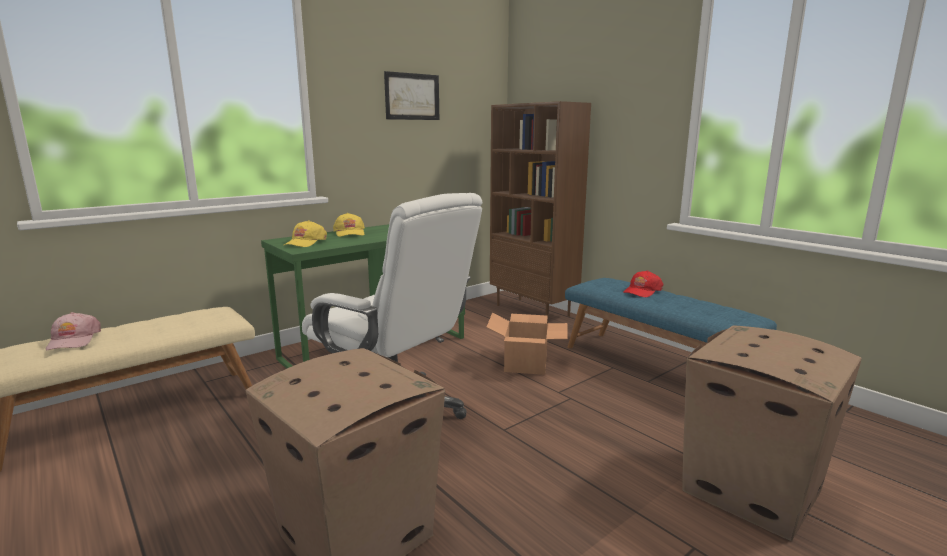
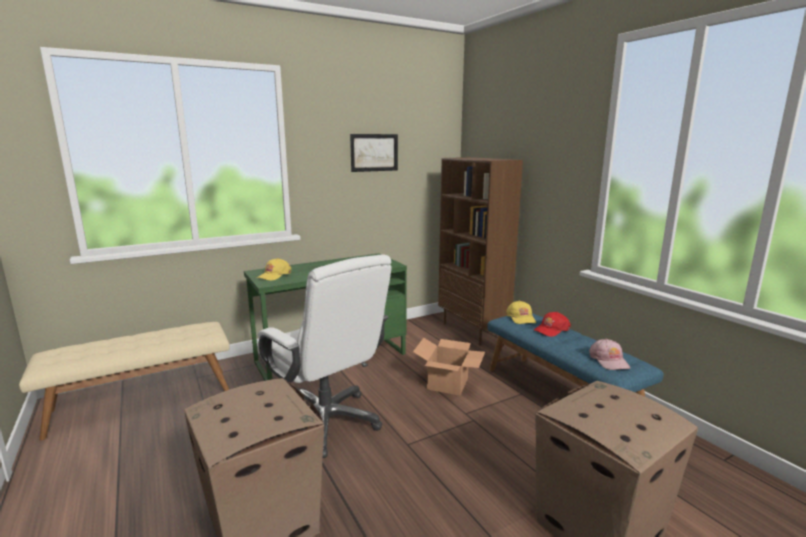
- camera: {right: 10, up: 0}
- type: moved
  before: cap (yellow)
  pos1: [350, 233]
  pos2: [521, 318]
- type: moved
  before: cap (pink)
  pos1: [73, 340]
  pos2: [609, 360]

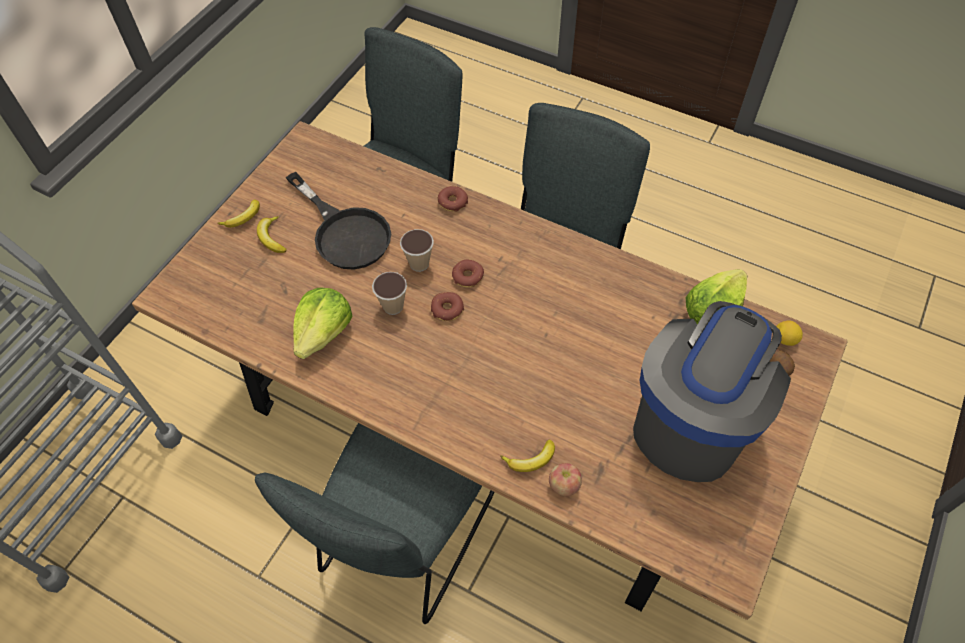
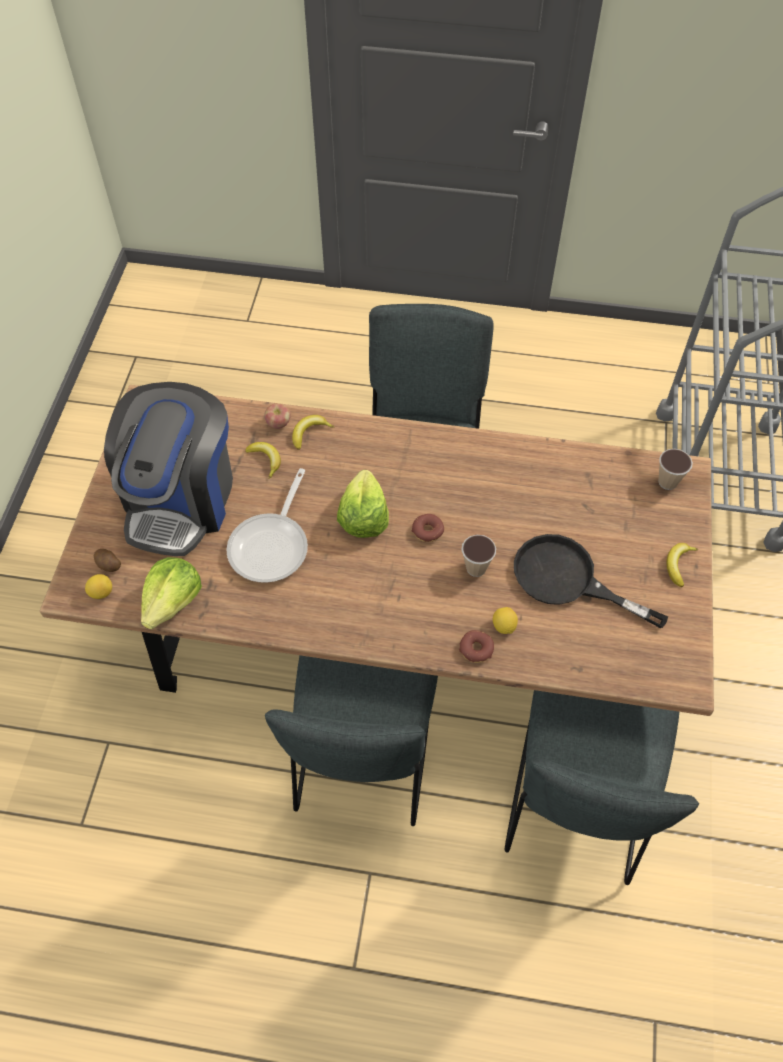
- camera: {right: 160, up: 0}
- type: added
  after: frying pan
  pos2: [272, 545]
- type: moved
  before: banana
  pos1: [272, 238]
  pos2: [266, 460]
- type: moved
  before: lettuce
  pos1: [324, 333]
  pos2: [363, 517]
- type: added
  after: lemon
  pos2: [504, 626]
- type: moved
  before: cup
  pos1: [393, 306]
  pos2: [667, 482]
- type: removed
  before: donut
  pos1: [467, 277]

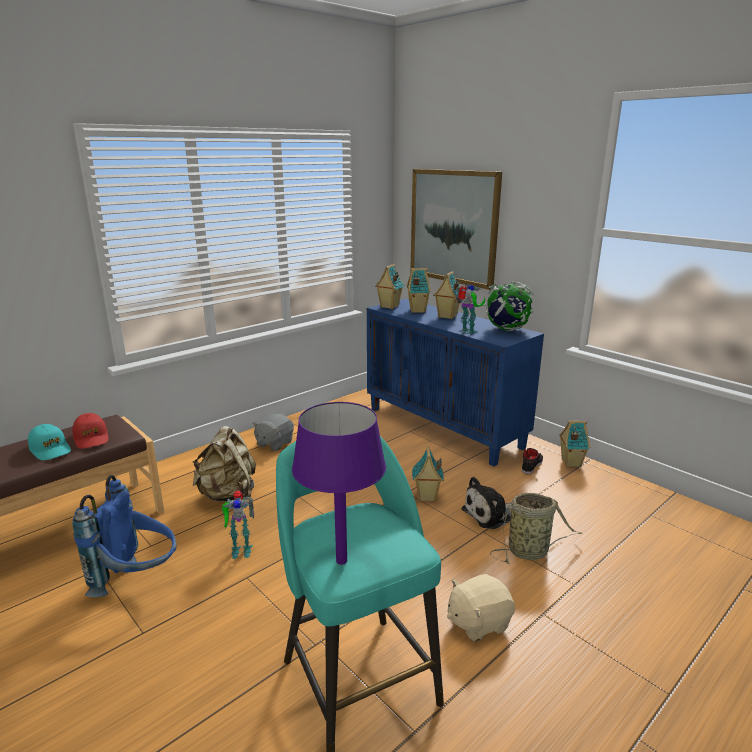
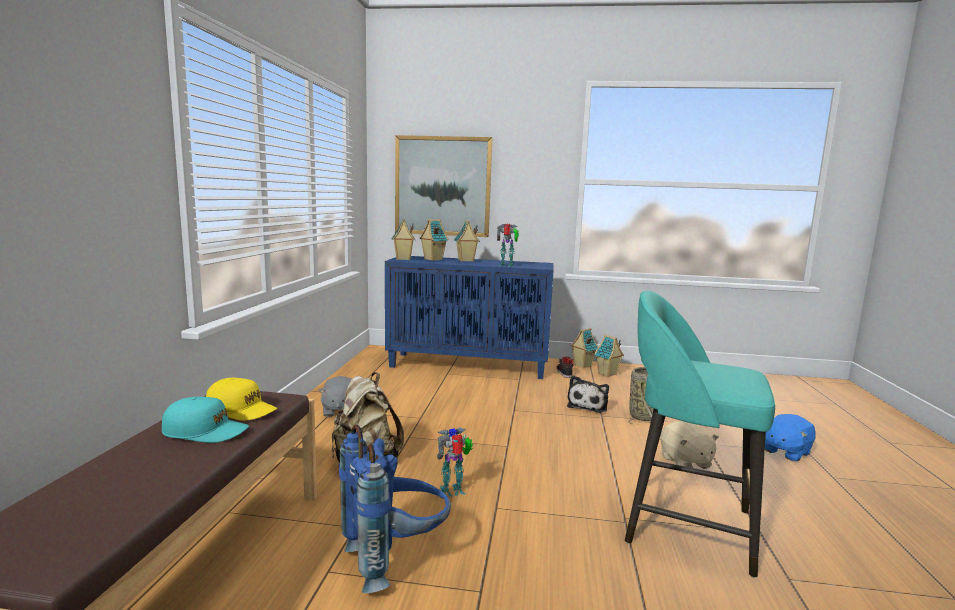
- camera: {right: -40, up: -10}
- type: recoloured
  before: cap (red)
  after: cap (yellow)
  pos1: [91, 438]
  pos2: [241, 410]
- type: turned
  before: toy robot
  pos1: [240, 549]
  pos2: [453, 492]
  turn: -150
- type: moved
  before: toy house
  pos1: [426, 497]
  pos2: [607, 374]
- type: turned
  before: plush toy (beige)
  pos1: [478, 622]
  pos2: [685, 462]
  turn: -45
- type: added
  after: plush toy (blue)
  pos2: [785, 451]
- type: removed
  before: table lamp (purple)
  pos1: [342, 561]
- type: removed
  before: globe
  pos1: [507, 329]

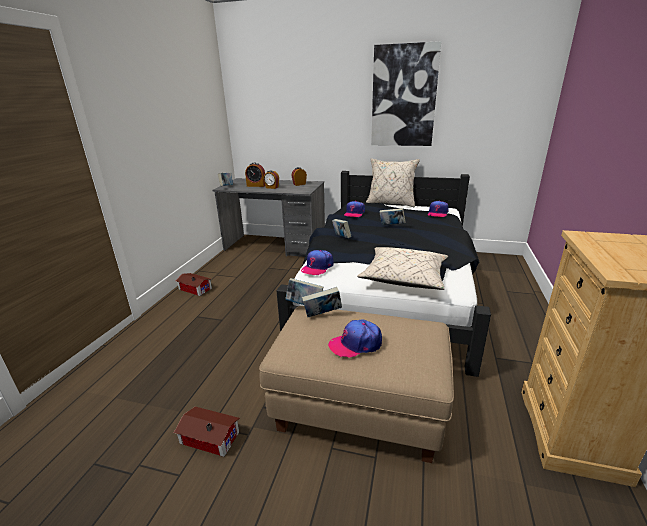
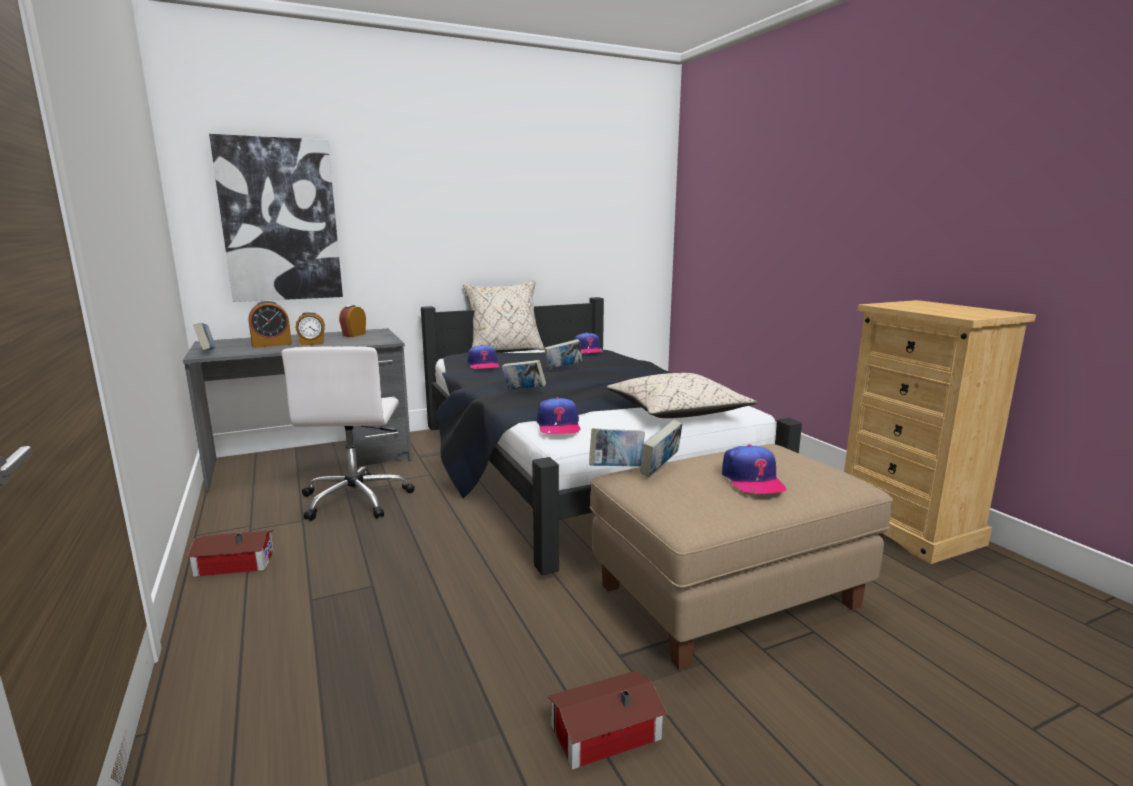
- camera: {right: -40, up: -10}
- type: moved
  before: picture
  pos1: [404, 97]
  pos2: [280, 220]
- type: added
  after: office chair (white)
  pos2: [356, 499]
- type: turned
  before: cap
  pos1: [356, 344]
  pos2: [752, 480]
  turn: -45

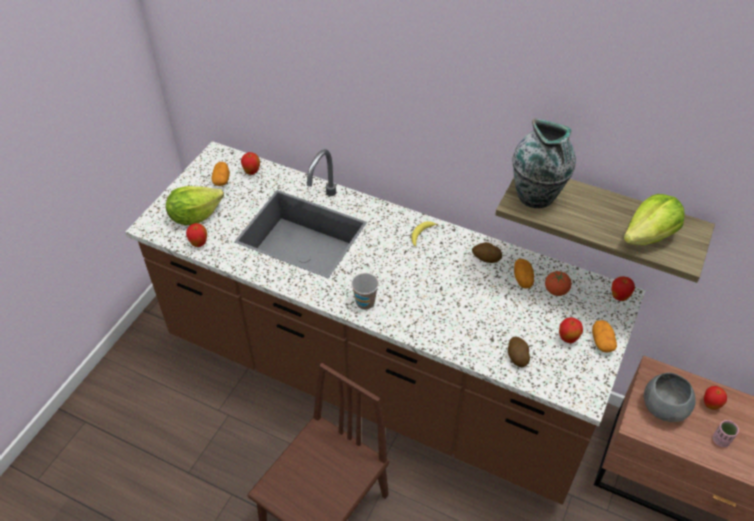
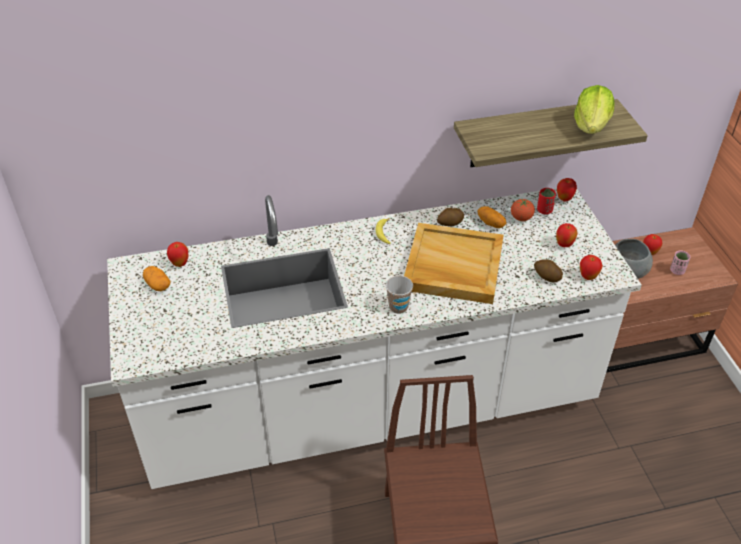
- camera: {right: -40, up: -5}
- type: recoloured
  before: counter (brown)
  after: counter (white)
  pos1: [377, 377]
  pos2: [370, 406]
- type: added
  after: tray (beige)
  pos2: [452, 266]
- type: added
  after: cup (red)
  pos2: [544, 210]
- type: moved
  before: apple
  pos1: [199, 244]
  pos2: [588, 277]
- type: removed
  before: lettuce
  pos1: [195, 216]
- type: removed
  before: vase
  pos1: [536, 196]
- type: removed
  before: potato
  pos1: [602, 342]

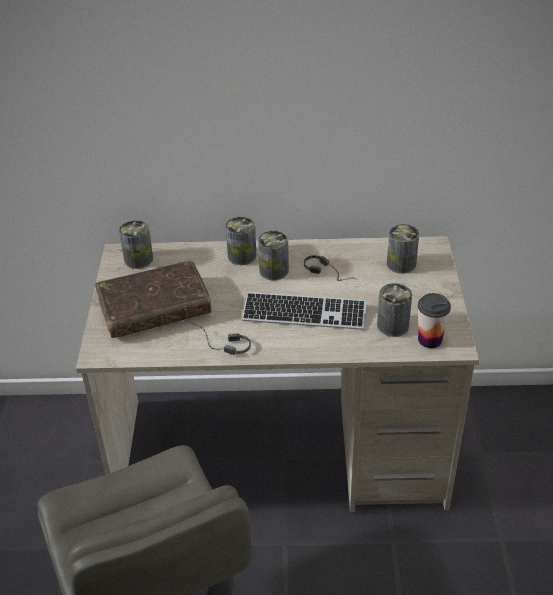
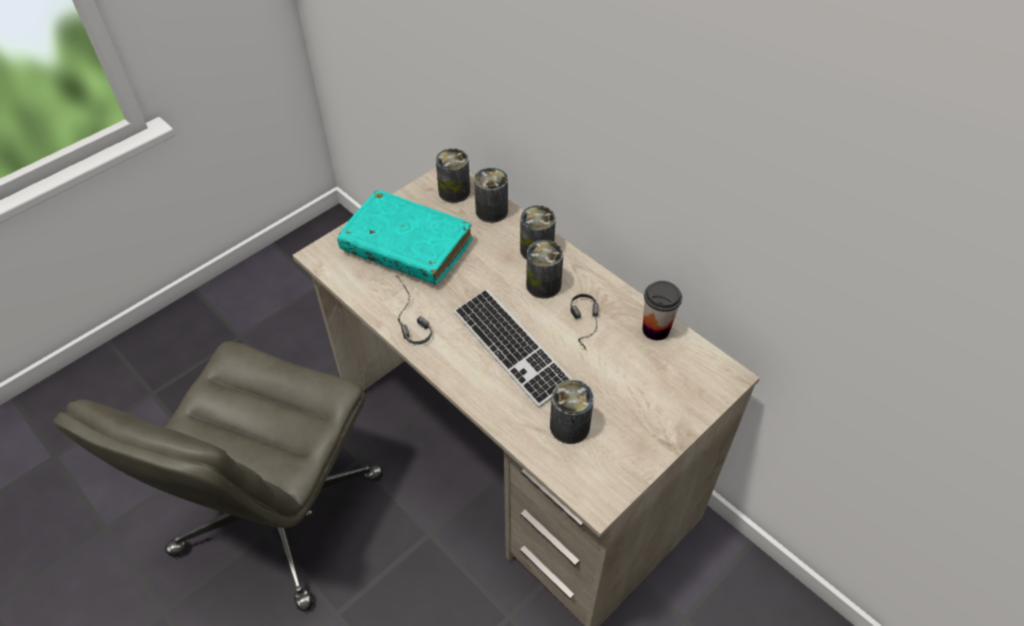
- camera: {right: 45, up: 10}
- type: recoloured
  before: book (brown)
  after: book (turquoise)
  pos1: [154, 308]
  pos2: [407, 247]
- type: moved
  before: can
  pos1: [401, 264]
  pos2: [491, 211]
- type: moved
  before: cup
  pos1: [430, 340]
  pos2: [655, 329]

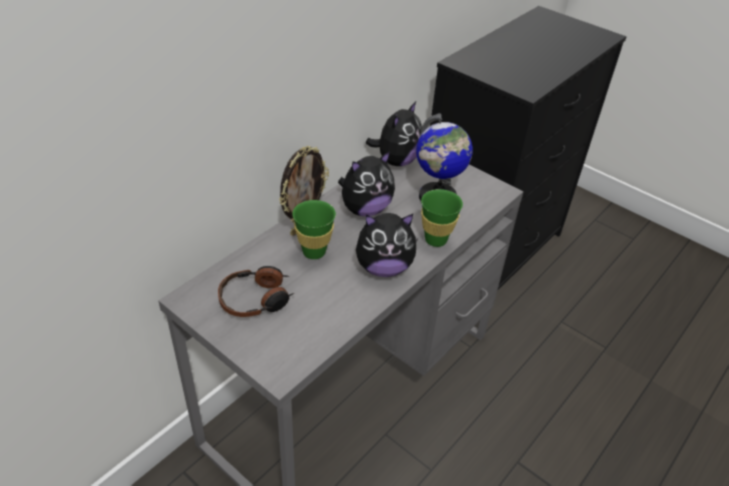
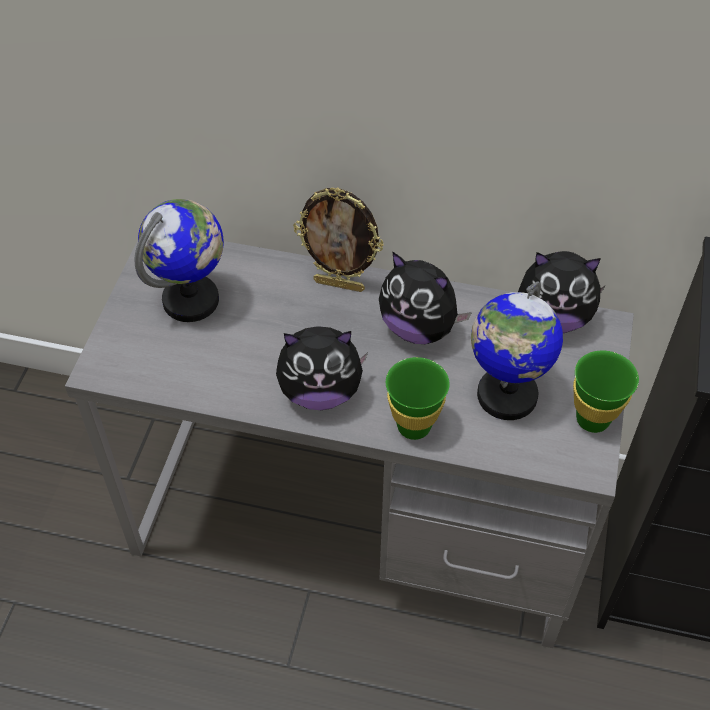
- camera: {right: 65, up: 10}
- type: replaced
  before: headphones
  after: globe
  pos1: [256, 299]
  pos2: [191, 300]
- type: turned
  before: plush toy
  pos1: [383, 267]
  pos2: [320, 392]
  turn: -60
- type: moved
  before: cup (green)
  pos1: [314, 252]
  pos2: [592, 419]

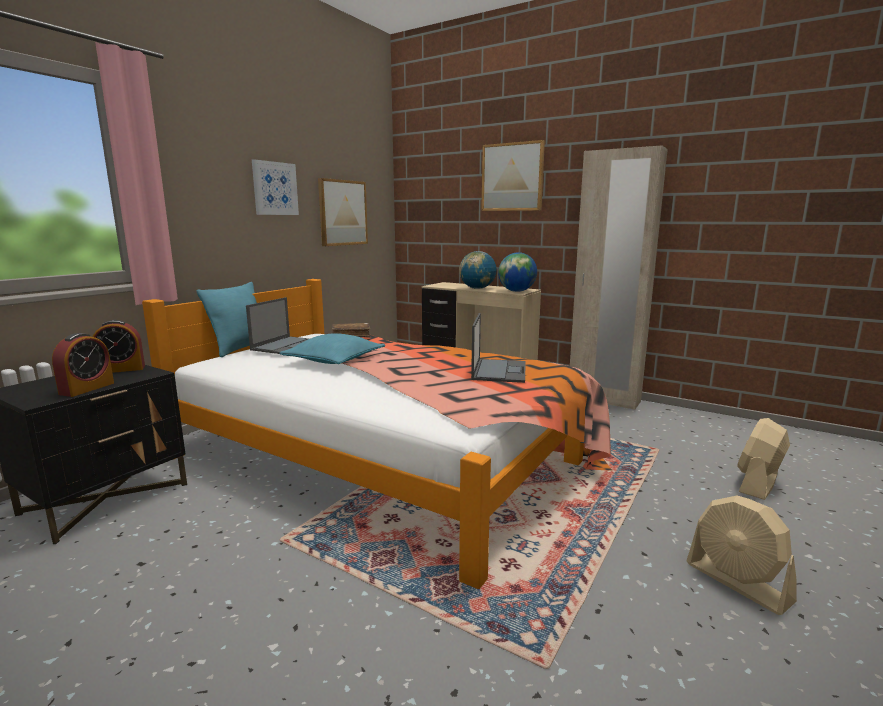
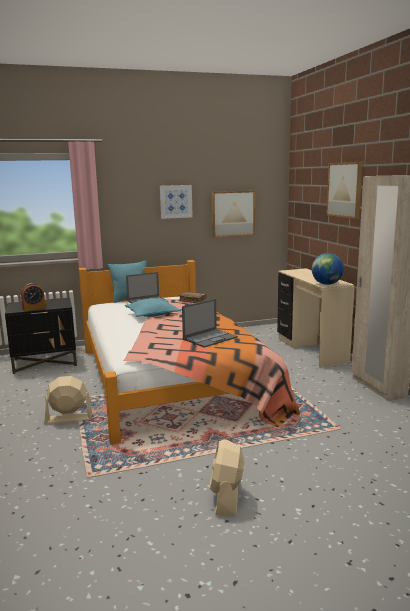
- camera: {right: 40, up: 0}
- type: moved
  before: fan (beige)
  pos1: [758, 483]
  pos2: [68, 418]
- type: removed
  before: alarm clock
  pos1: [121, 369]
- type: removed
  before: globe
  pos1: [477, 288]

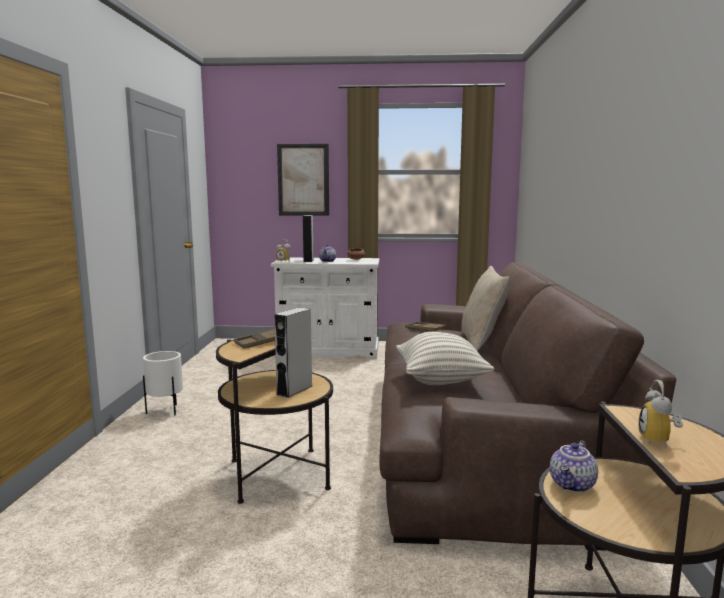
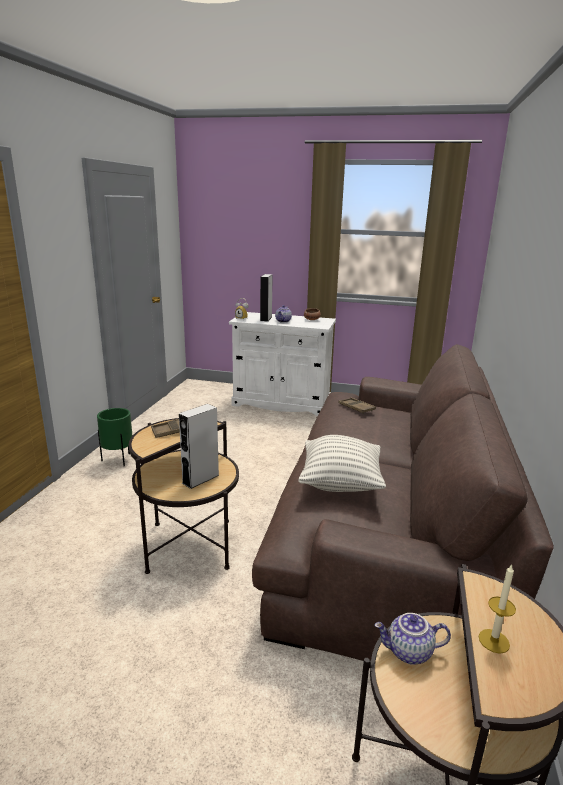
- camera: {right: 10, up: 10}
- type: recoloured
  before: planter (white)
  after: planter (green)
  pos1: [166, 411]
  pos2: [118, 460]
- type: turned
  before: teapot
  pos1: [573, 485]
  pos2: [409, 652]
  turn: 45
- type: replaced
  before: alarm clock
  after: candle
  pos1: [660, 441]
  pos2: [494, 641]
- type: removed
  before: picture
  pos1: [303, 180]
- type: removed
  before: pillow (beige)
  pos1: [481, 342]

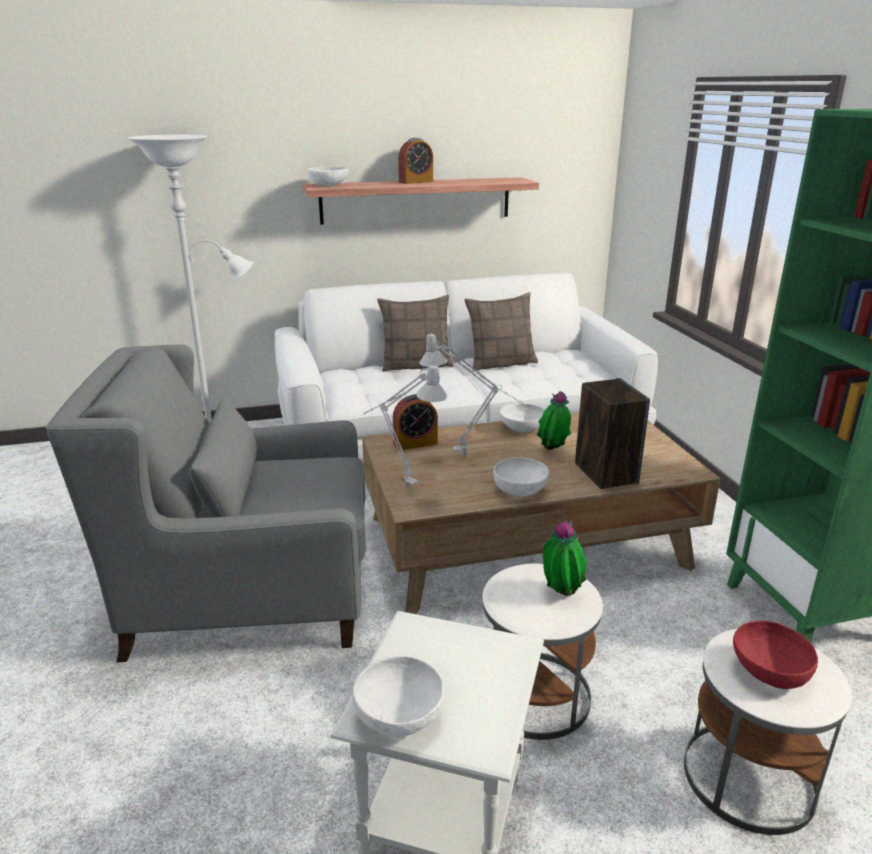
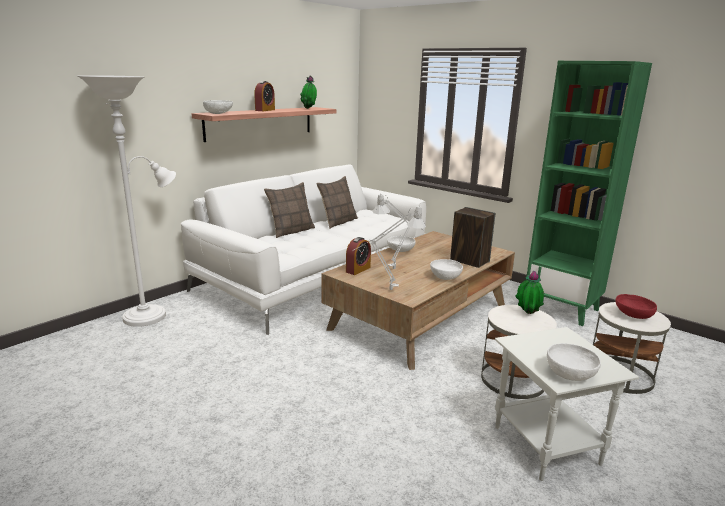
- camera: {right: -35, up: -5}
- type: moved
  before: potted plant
  pos1: [552, 450]
  pos2: [309, 108]
- type: removed
  before: armchair (grey)
  pos1: [250, 594]

